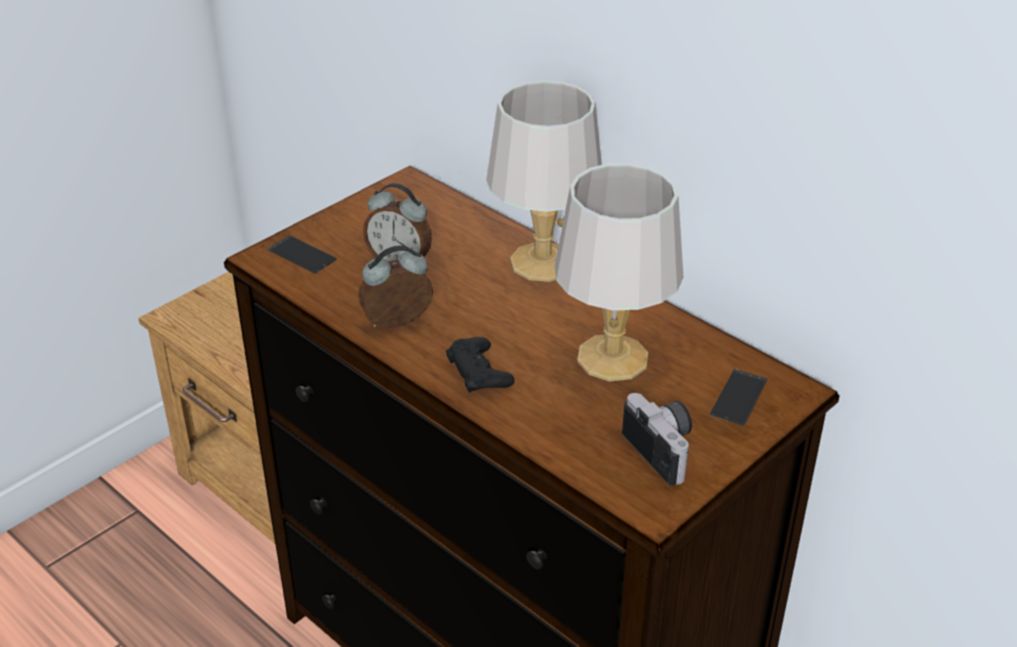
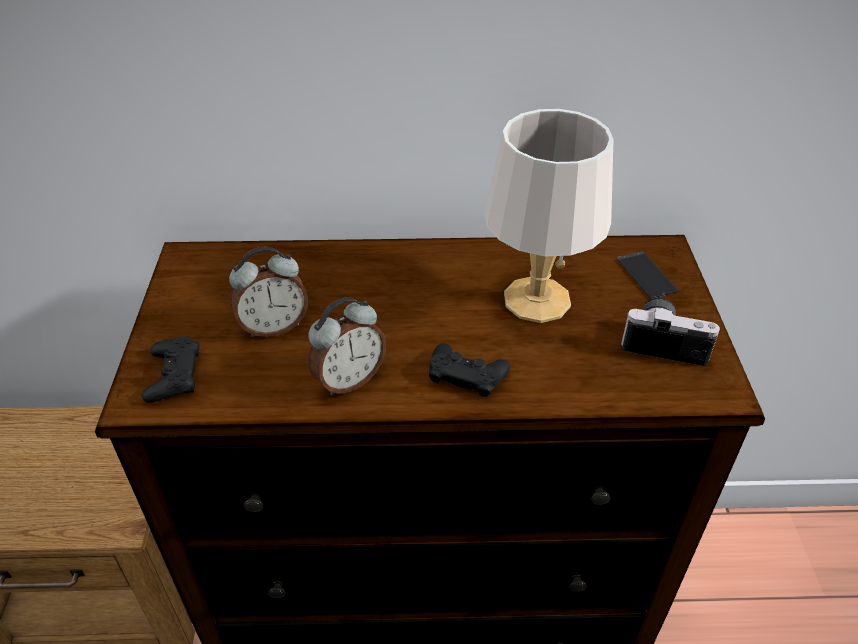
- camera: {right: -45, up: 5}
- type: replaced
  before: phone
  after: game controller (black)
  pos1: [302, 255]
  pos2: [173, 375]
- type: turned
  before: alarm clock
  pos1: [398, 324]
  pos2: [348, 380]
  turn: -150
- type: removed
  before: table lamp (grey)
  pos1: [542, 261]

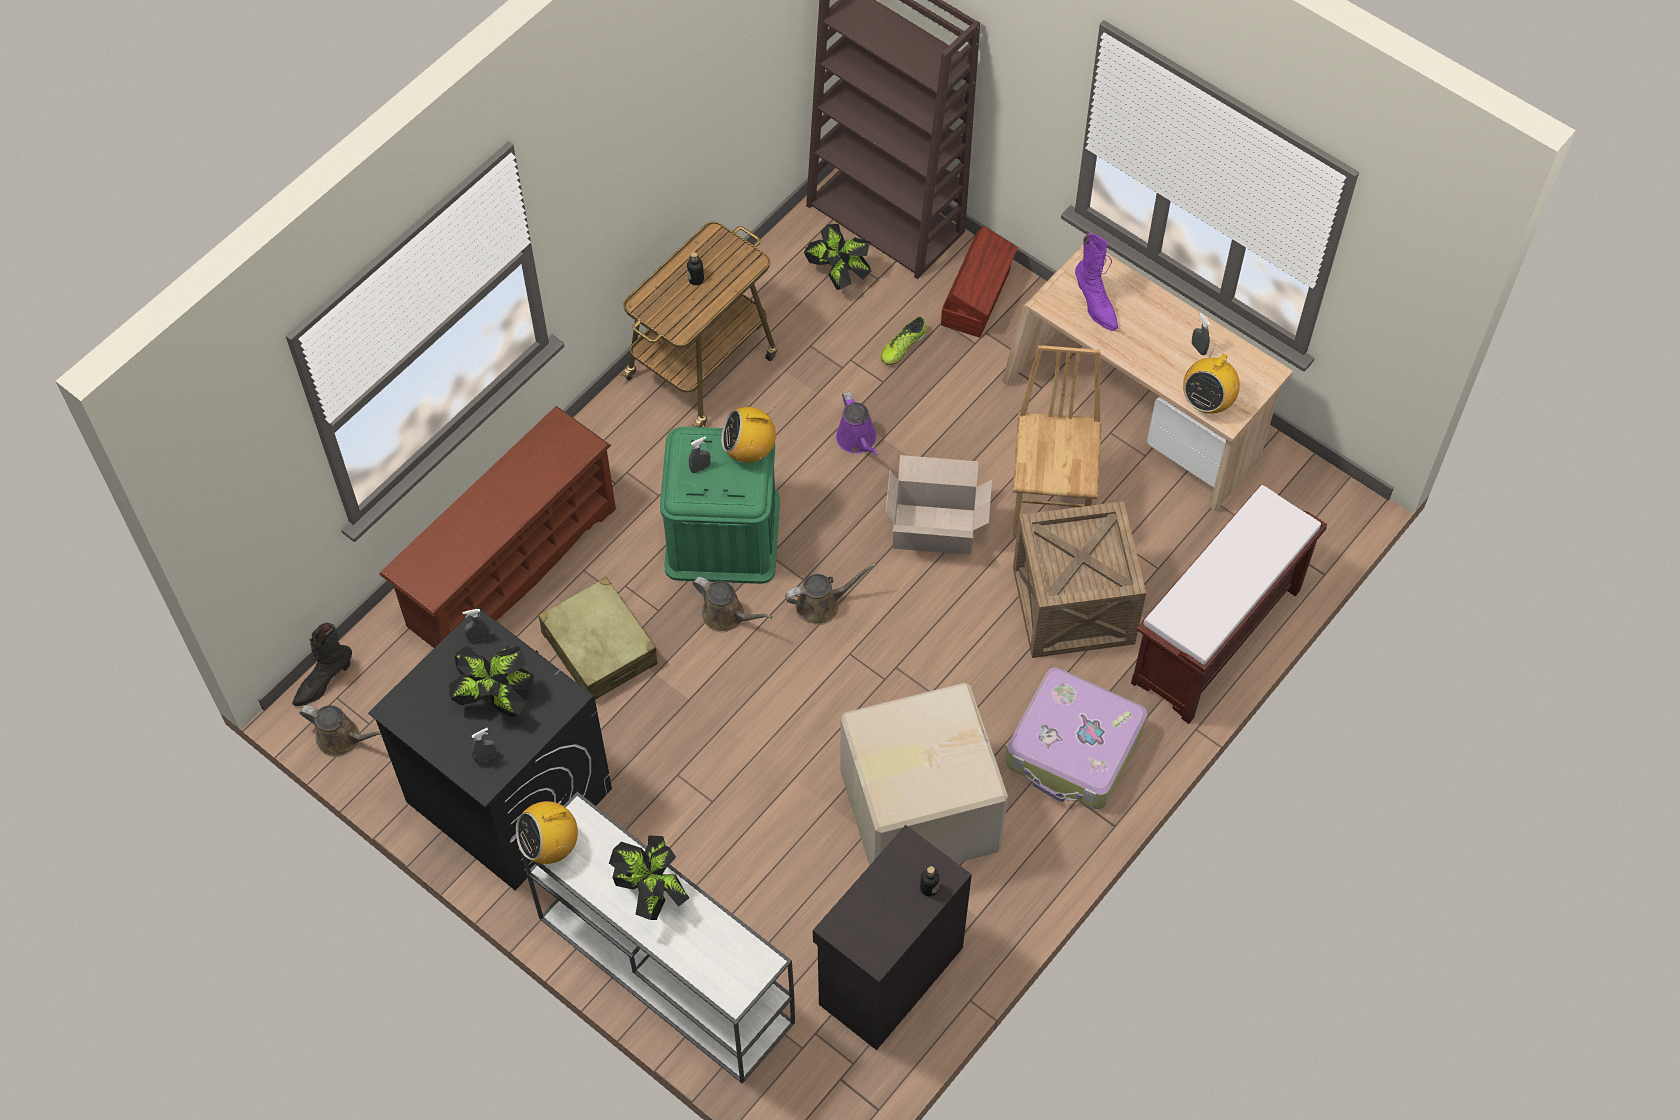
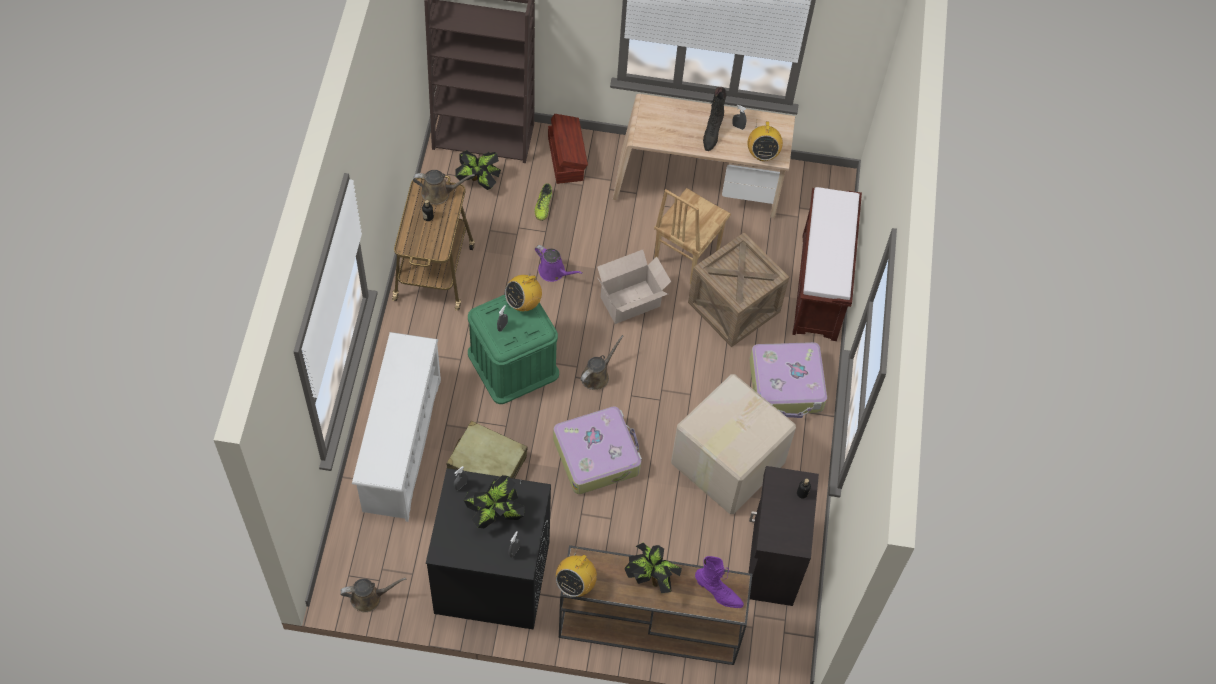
- camera: {right: -35, up: 0}
- type: recoloured
  before: shoe rack (brown)
  after: shoe rack (white)
  pos1: [510, 566]
  pos2: [400, 444]
- type: moved
  before: watering can (brown)
  pos1: [727, 616]
  pos2: [439, 193]
- type: added
  after: suitcase
  pos2: [597, 455]
- type: recoloured
  before: console table (white)
  after: console table (brown)
  pos1: [663, 968]
  pos2: [647, 626]
- type: turned
  before: chair (brown)
  pos1: [1052, 504]
  pos2: [685, 256]
  turn: -120
- type: moved
  before: boot (purple)
  pos1: [1095, 305]
  pos2: [718, 593]
- type: moved
  before: boot (black)
  pos1: [323, 682]
  pos2: [712, 134]

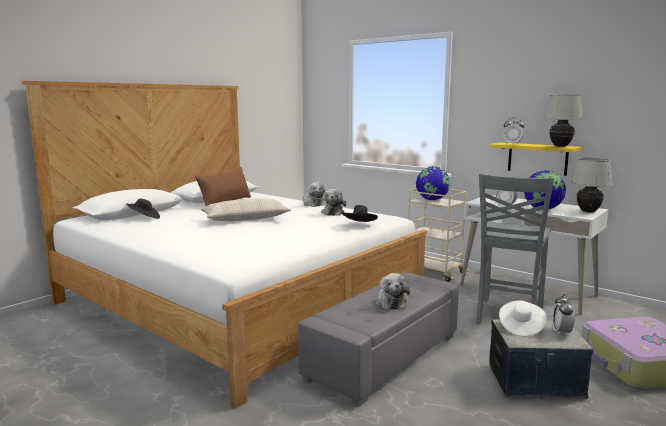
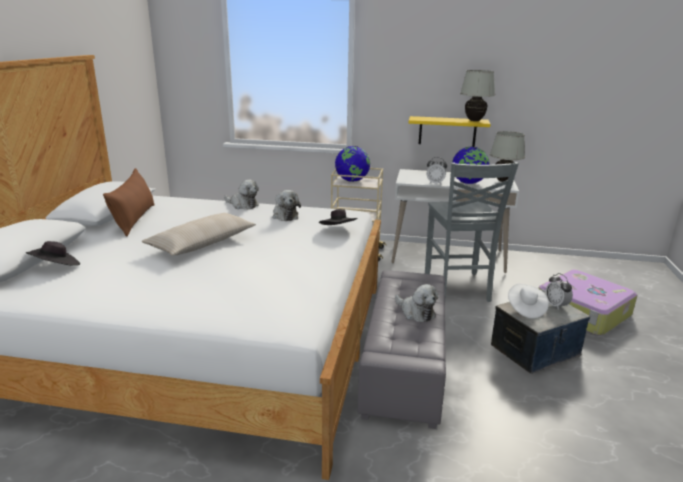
- camera: {right: -30, up: 10}
- type: removed
  before: alarm clock
  pos1: [512, 144]

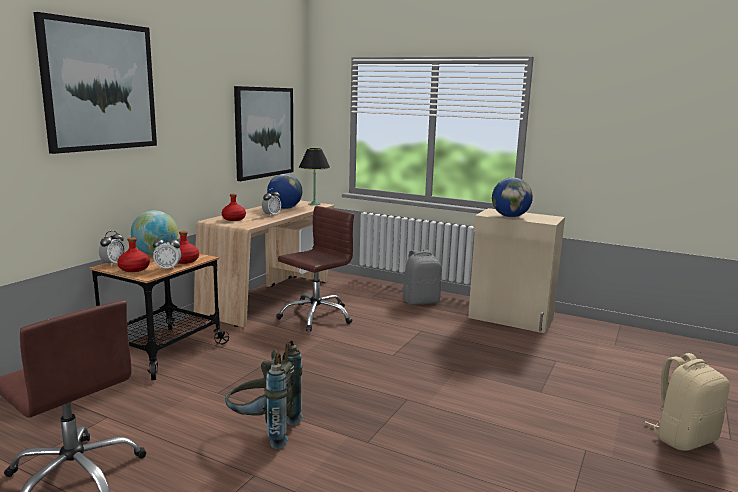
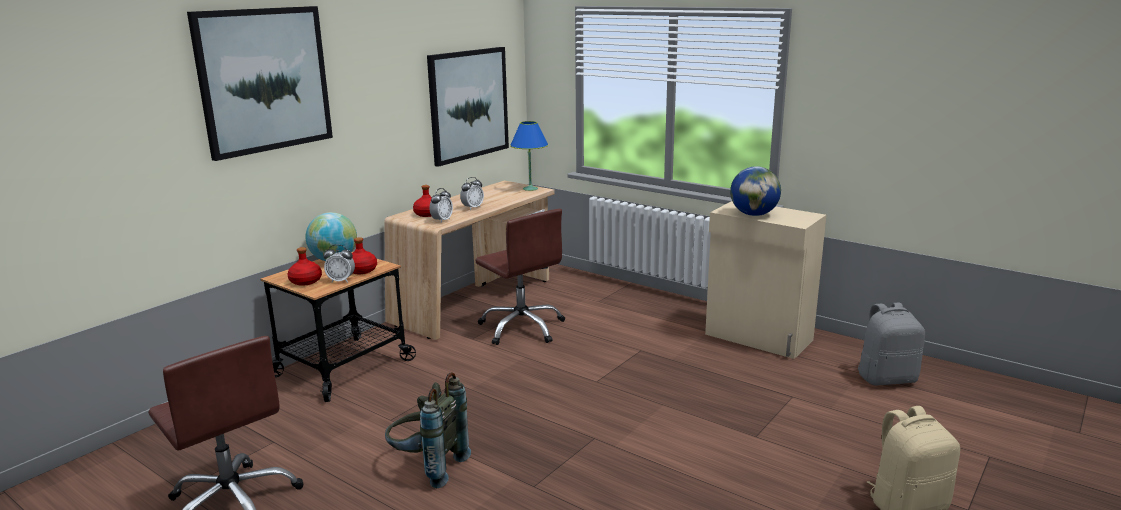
- camera: {right: 10, up: 5}
- type: moved
  before: alarm clock
  pos1: [113, 264]
  pos2: [442, 220]
- type: turned
  before: office chair (brown)
  pos1: [316, 316]
  pos2: [522, 327]
  turn: 90
- type: recoloured
  before: table lamp (black)
  after: table lamp (blue)
  pos1: [314, 204]
  pos2: [530, 189]
- type: moved
  before: backpack (grey)
  pos1: [421, 301]
  pos2: [886, 378]
- type: removed
  before: globe
  pos1: [285, 208]

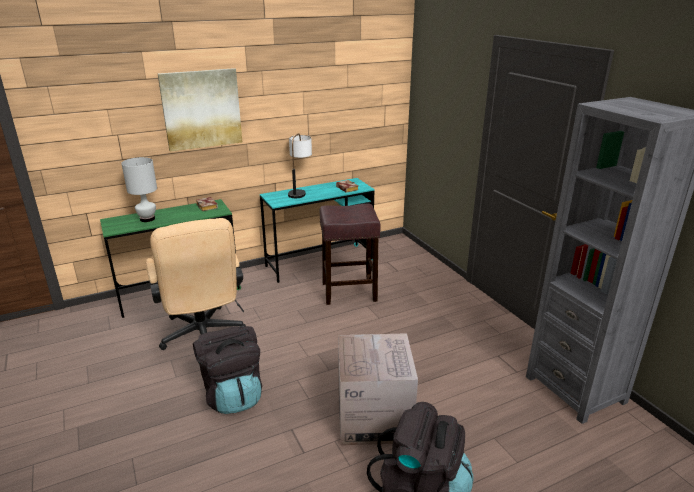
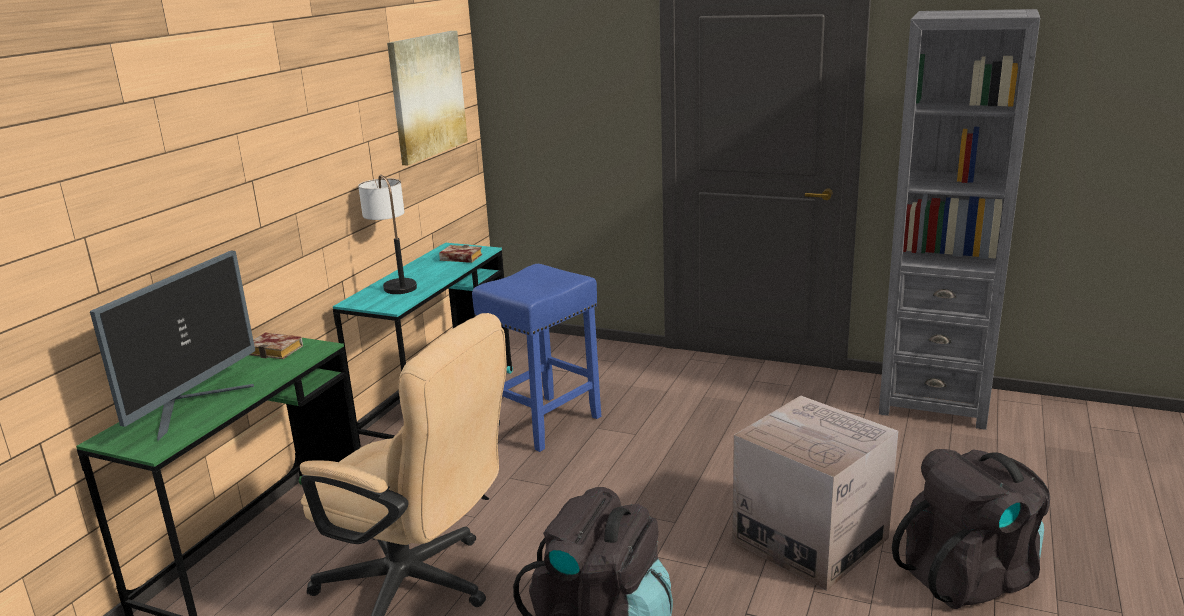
- camera: {right: -40, up: -5}
- type: replaced
  before: table lamp (white)
  after: monitor
  pos1: [147, 219]
  pos2: [193, 406]
- type: moved
  before: picture
  pos1: [201, 109]
  pos2: [427, 95]
- type: recoloured
  before: stool (brown)
  after: stool (blue)
  pos1: [348, 292]
  pos2: [543, 423]

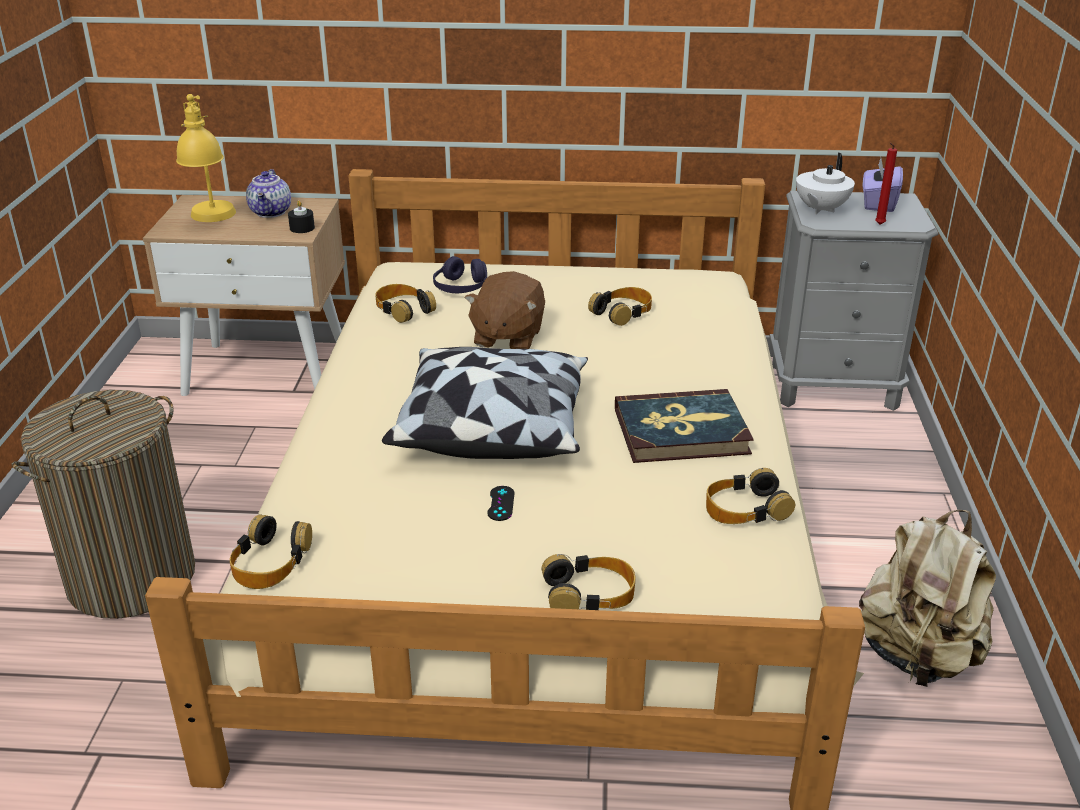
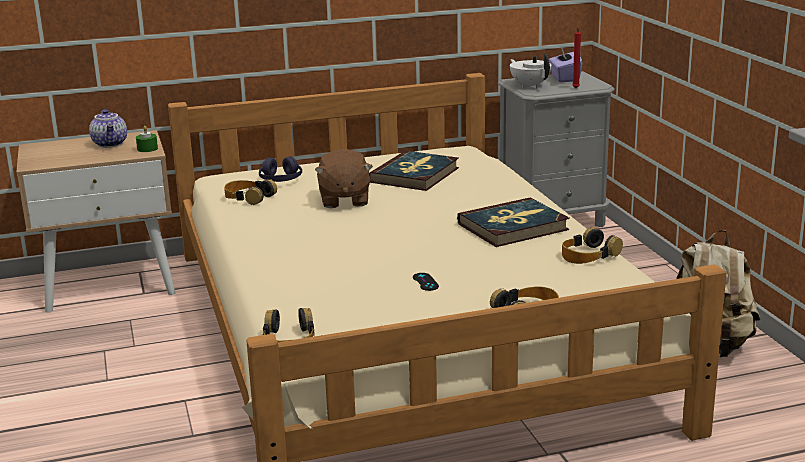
- camera: {right: -20, up: -10}
- type: recoloured
  before: candle (black)
  after: candle (green)
  pos1: [302, 228]
  pos2: [147, 149]
- type: replaced
  before: headphones
  after: book
  pos1: [622, 312]
  pos2: [415, 175]
- type: turned
  before: teapot (white)
  pos1: [820, 209]
  pos2: [530, 86]
  turn: 135
- type: removed
  before: laundry basket
  pos1: [132, 577]
- type: removed
  before: table lamp (yellow)
  pos1: [213, 221]
- type: removed
  before: pillow
  pos1: [492, 427]

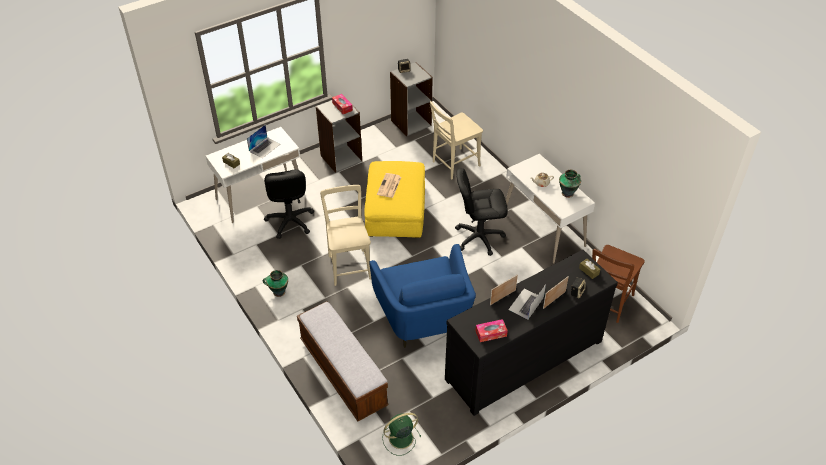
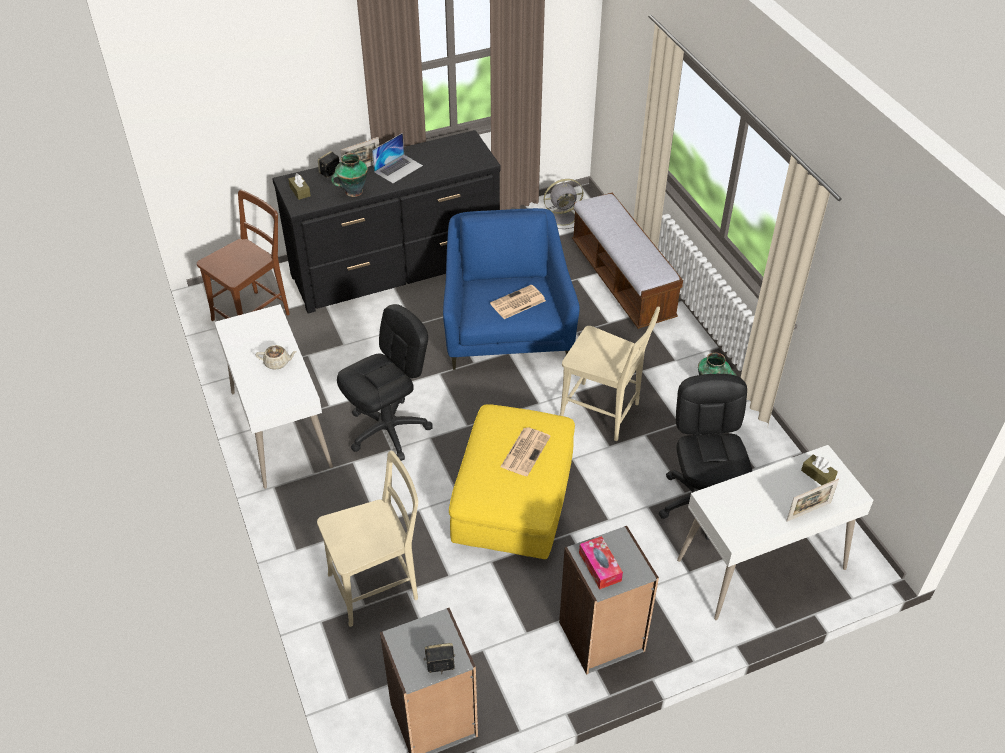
- camera: {right: -170, up: 0}
- type: moved
  before: vase
  pos1: [568, 193]
  pos2: [353, 192]
- type: turned
  before: office chair (black)
  pos1: [479, 237]
  pos2: [389, 430]
  turn: -45
- type: added
  after: newspaper
  pos2: [517, 303]
- type: recoloured
  before: fan (green)
  after: fan (grey)
  pos1: [400, 438]
  pos2: [563, 217]
- type: turned
  before: chair (beige)
  pos1: [349, 265]
  pos2: [603, 413]
  turn: -60
- type: moved
  before: picture frame
  pos1: [502, 297]
  pos2: [808, 512]
- type: removed
  before: laptop
  pos1: [264, 147]
- type: removed
  before: tissue box
  pos1: [491, 333]

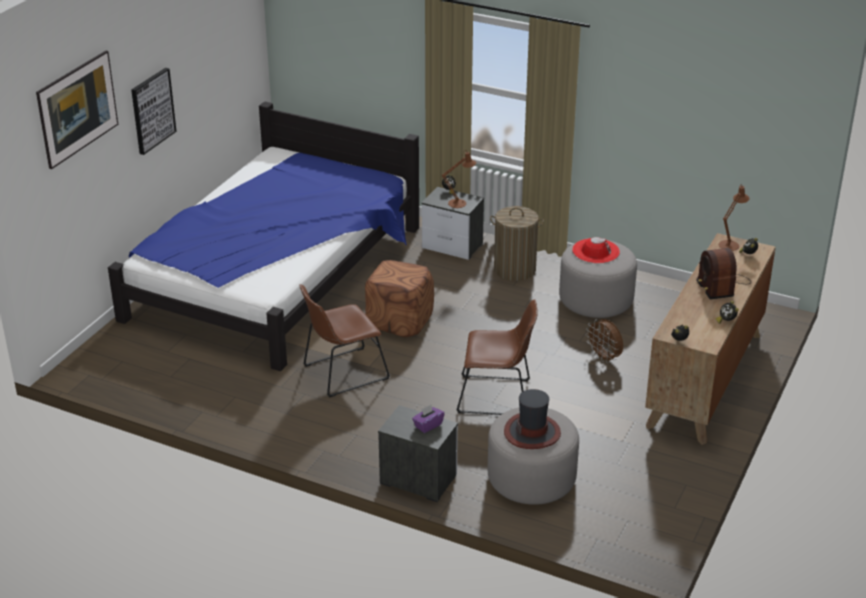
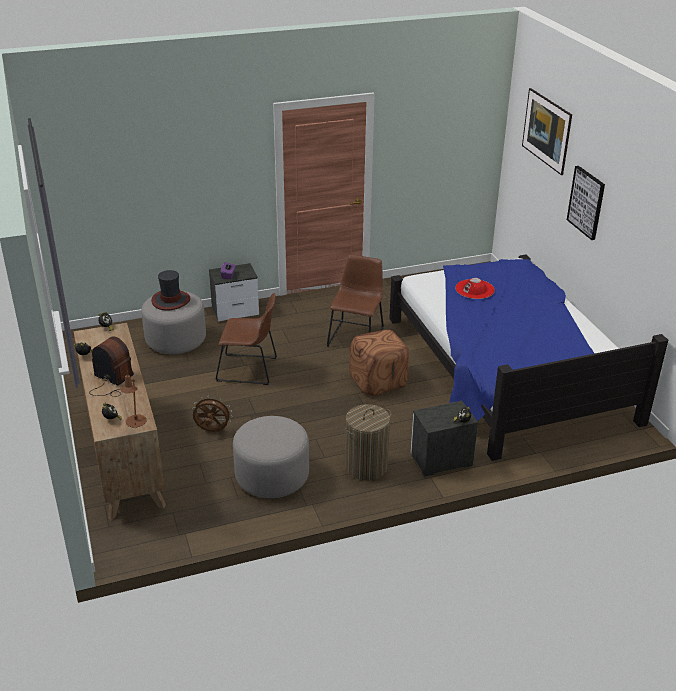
- camera: {right: 135, up: 0}
- type: turned
  before: chair (brown)
  pos1: [497, 396]
  pos2: [250, 369]
  turn: -135
- type: moved
  before: hat (red)
  pos1: [595, 251]
  pos2: [474, 289]
- type: removed
  before: table lamp (brown)
  pos1: [460, 203]

